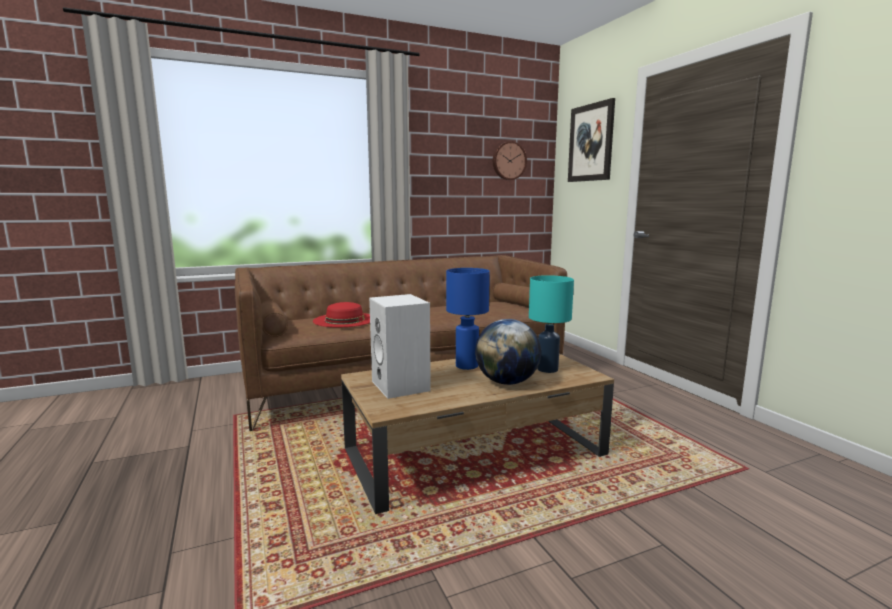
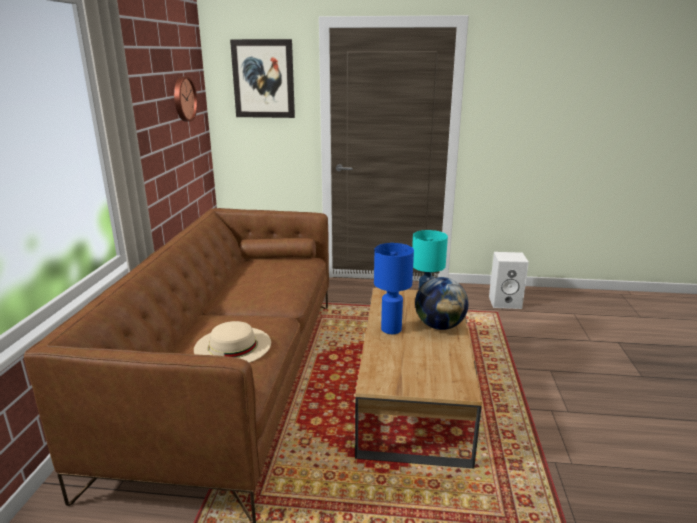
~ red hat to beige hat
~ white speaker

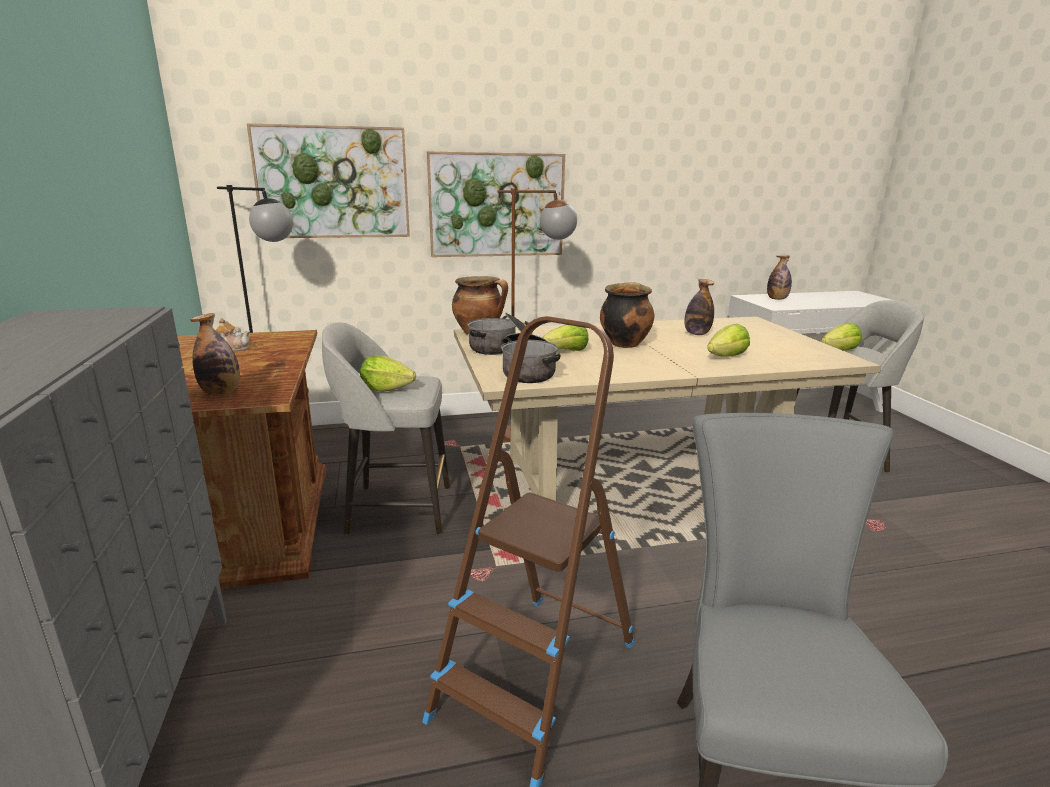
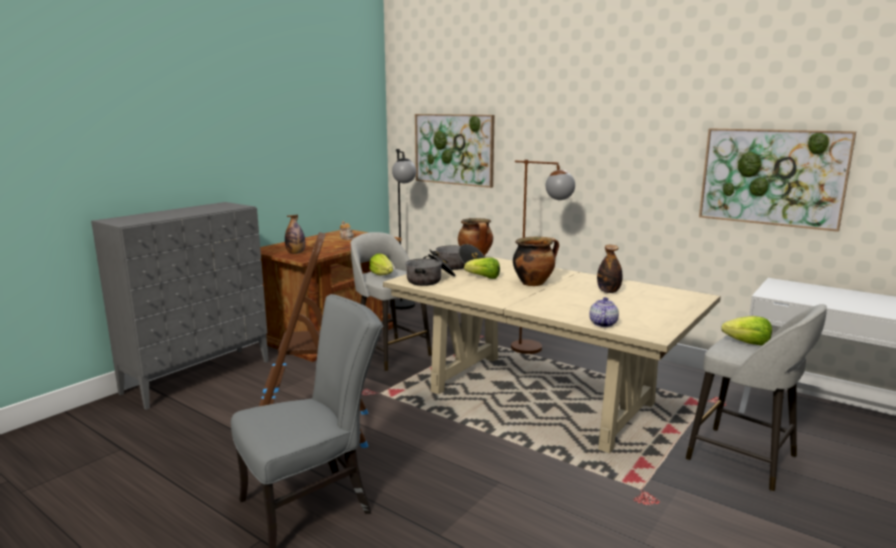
~ picture (no. 2 from left)
- lettuce (no. 3 from left)
- bottle (no. 3 from left)
+ teapot (no. 2 from left)

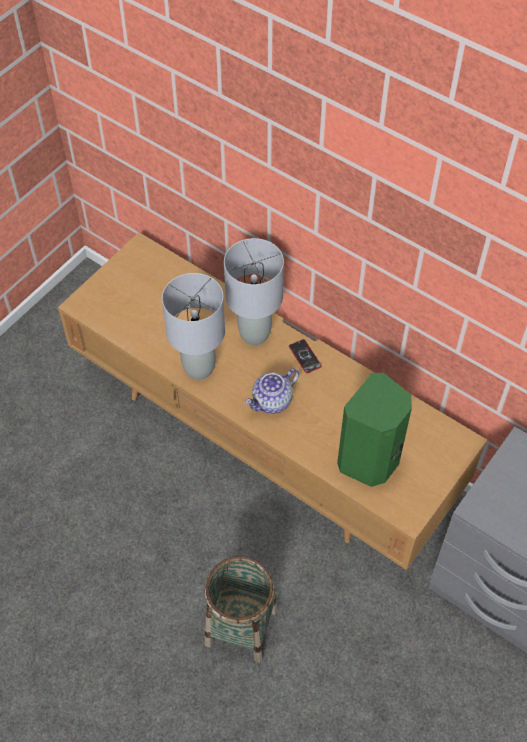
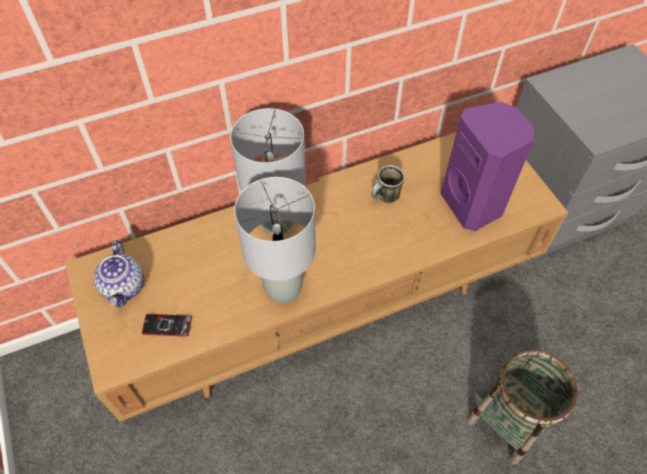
~ teapot
~ phone
~ green speaker to purple speaker
+ mug

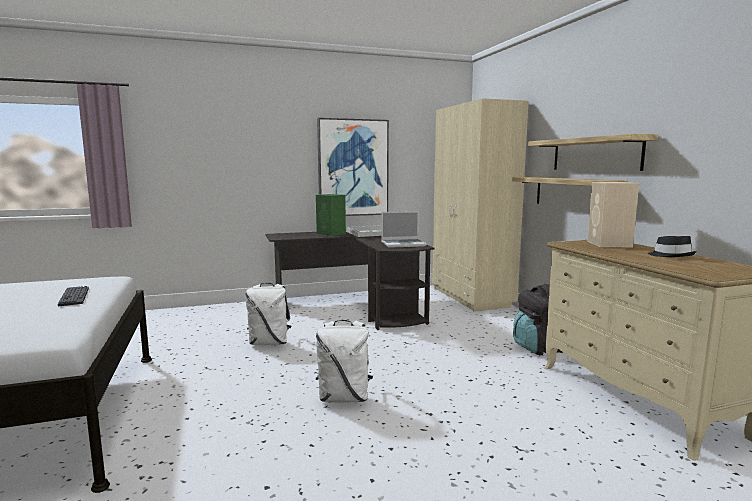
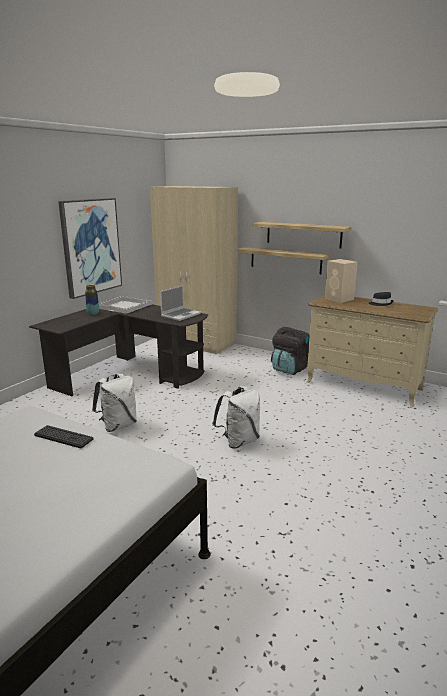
~ green speaker to vase

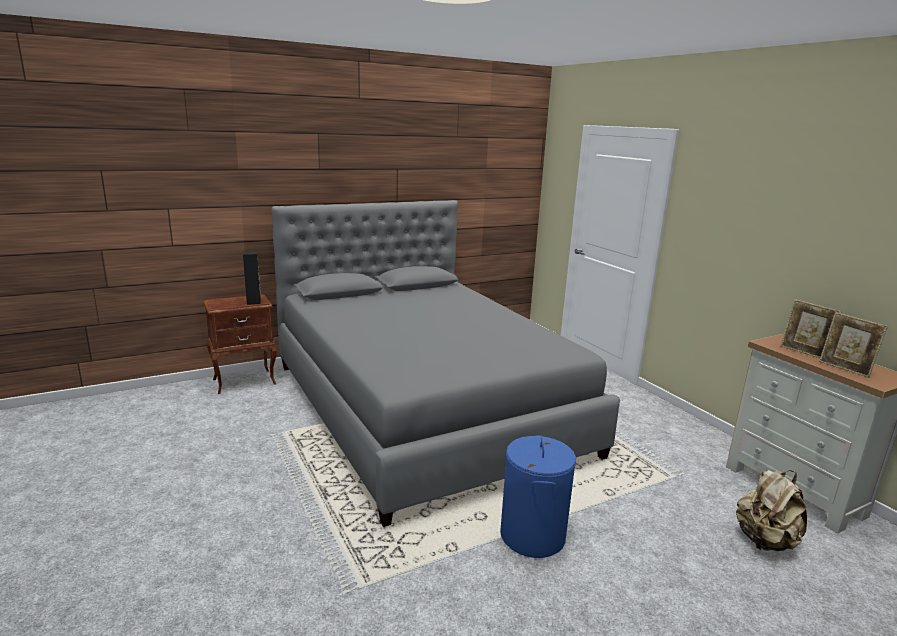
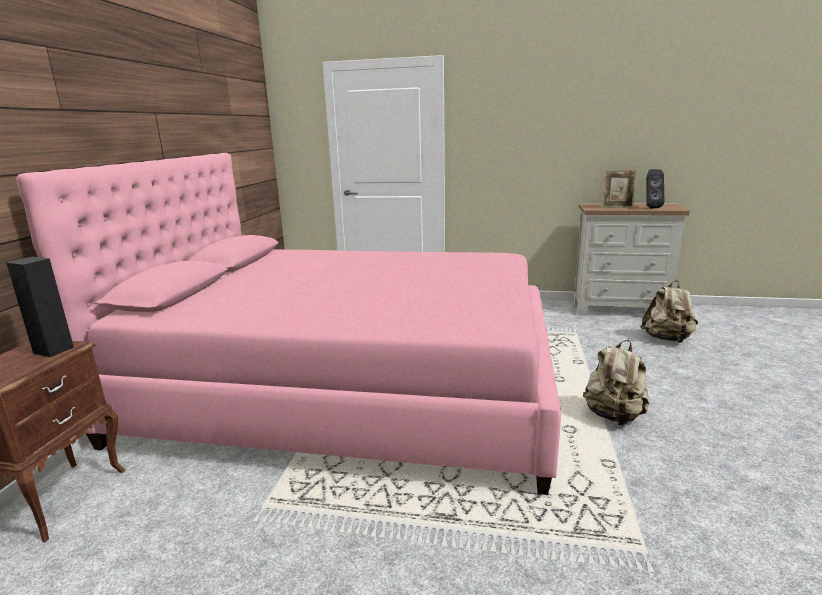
~ grey bed to pink bed
~ blue laundry basket to beige backpack (no. 1 from left)
~ picture frame (no. 2 from left) to black speaker (no. 2 from left)

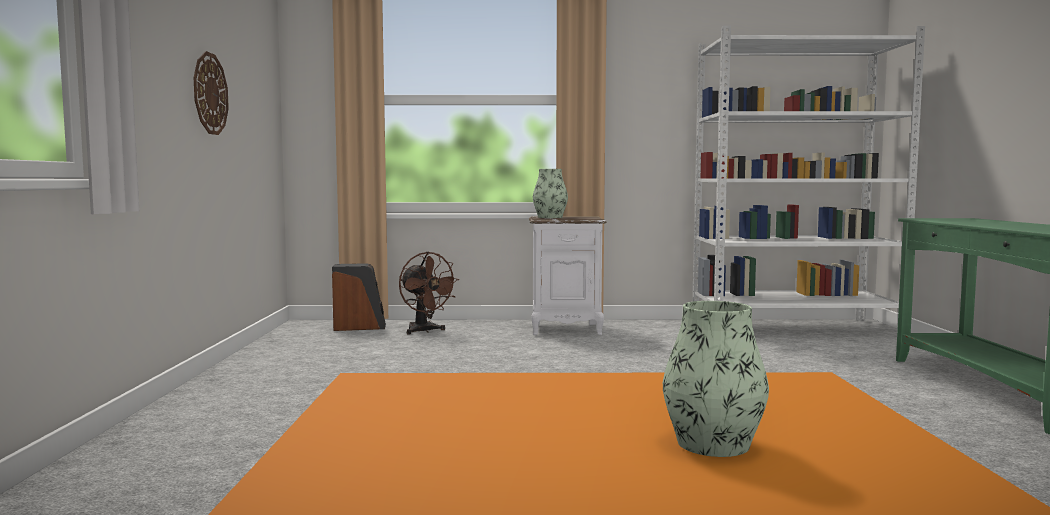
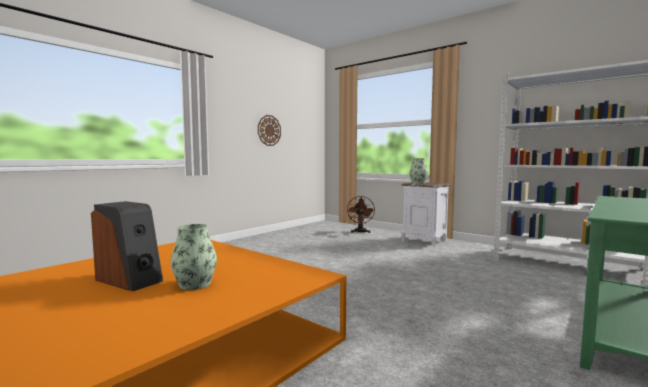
~ speaker

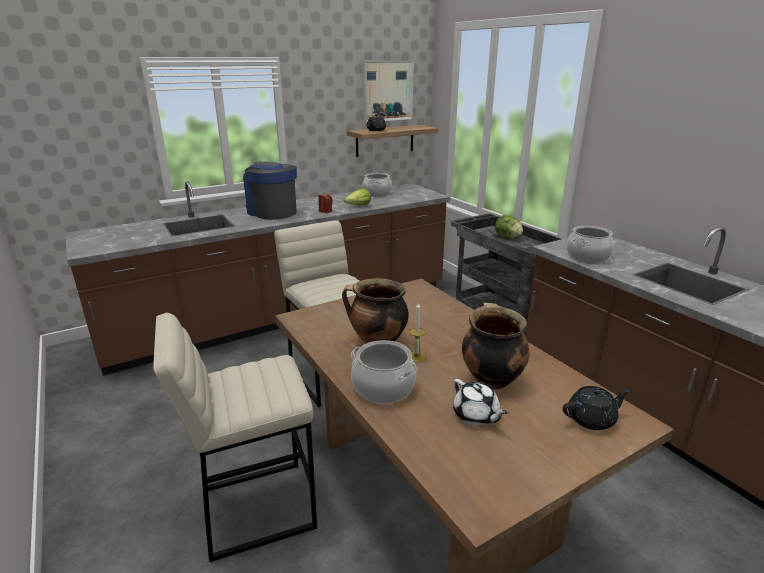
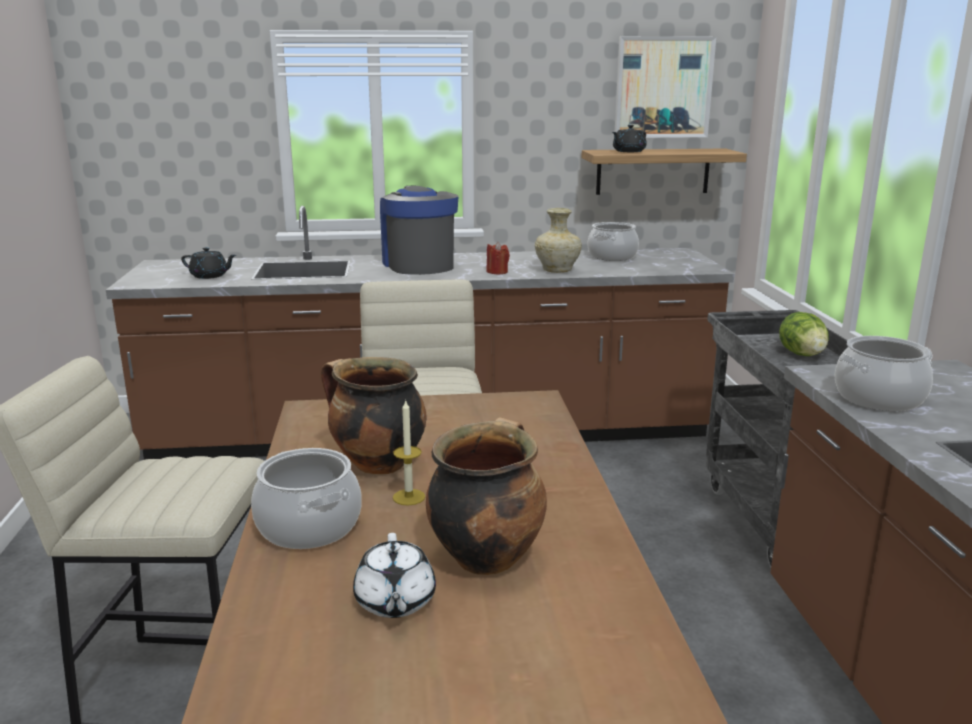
~ lettuce (no. 1 from left) to beige vase
~ black teapot (no. 2 from left in the first image) to black teapot (no. 1 from left)

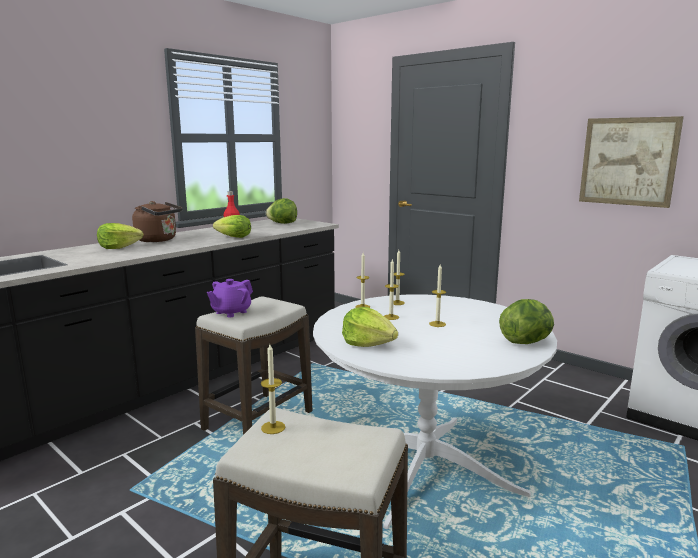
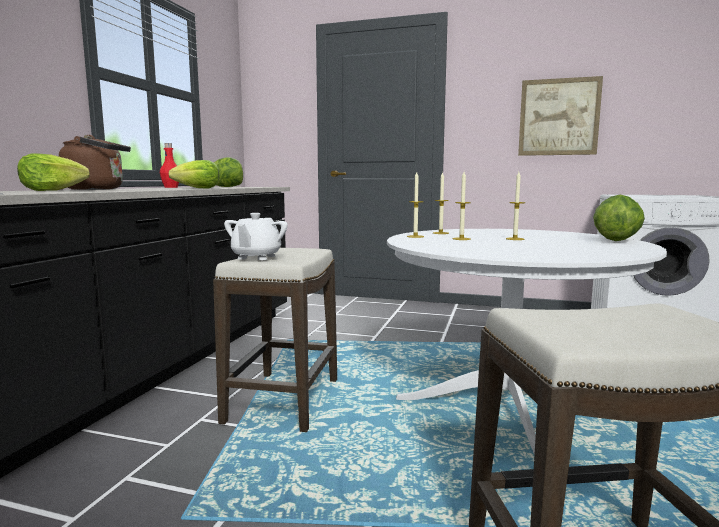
~ purple teapot to white teapot
- candle (no. 1 from left)
- lettuce (no. 4 from left)

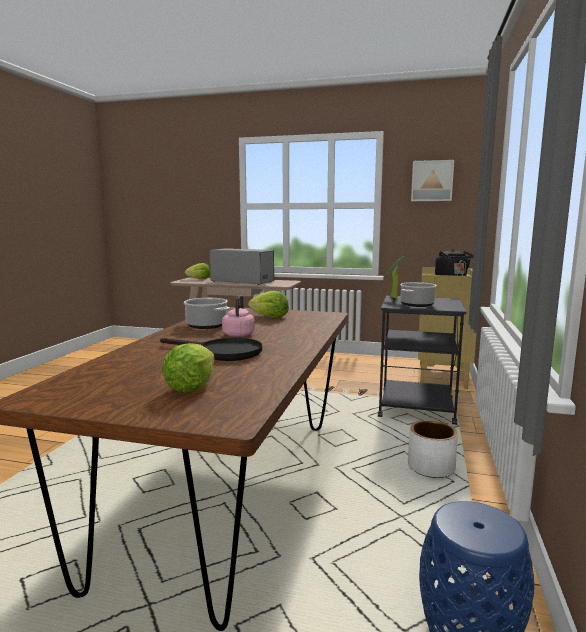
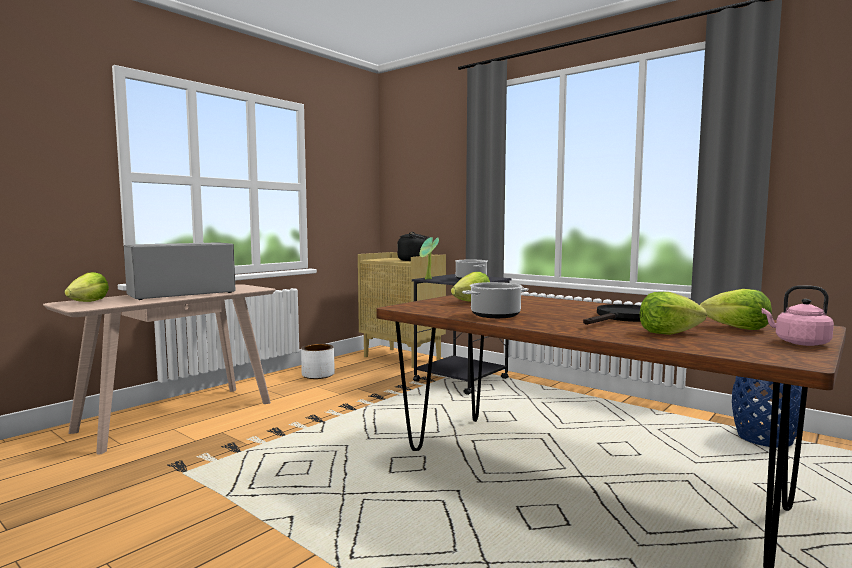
~ pink kettle
~ white planter
- picture
+ lettuce (no. 3 from left)

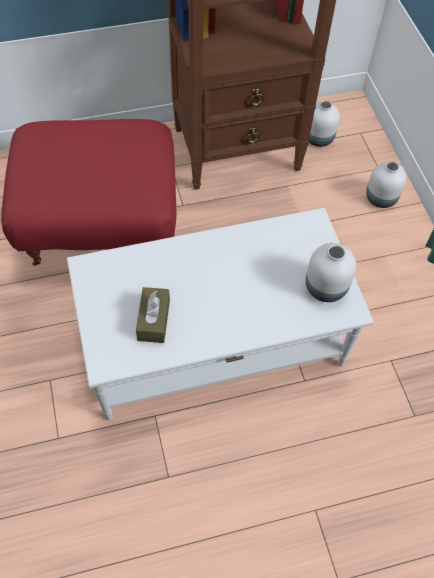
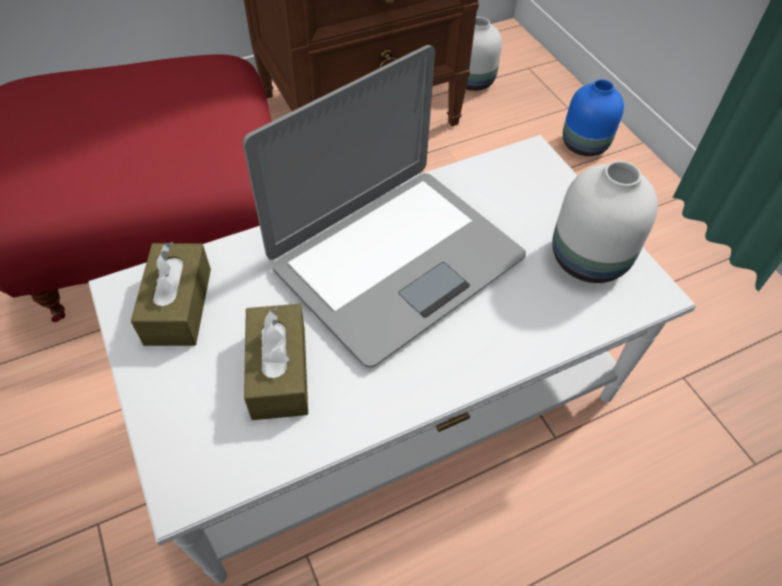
~ white vase (no. 3 from left) to blue vase
+ brown tissue box (no. 1 from left)
+ laptop

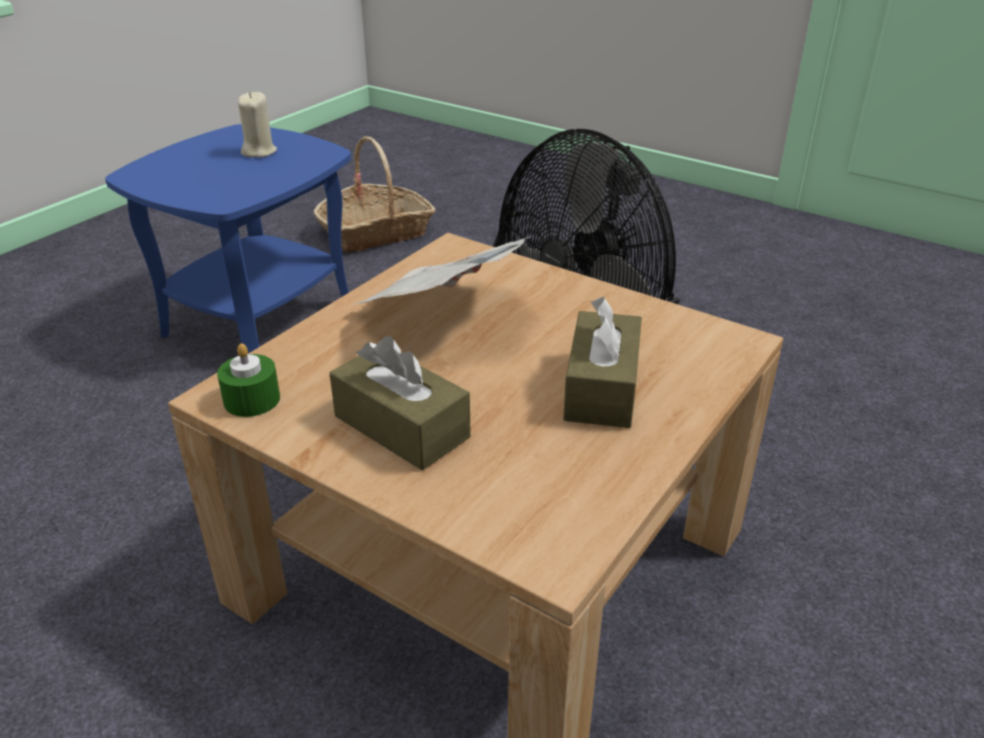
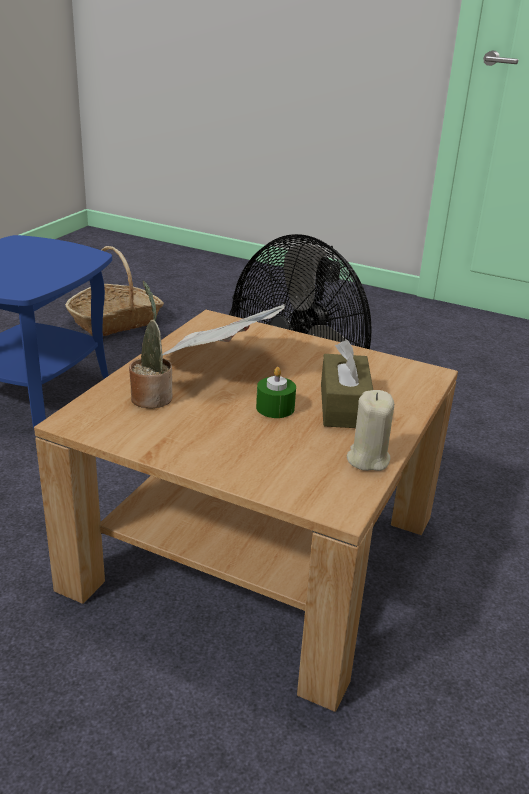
~ green candle
~ beige candle
- brown tissue box (no. 1 from left)
+ potted plant

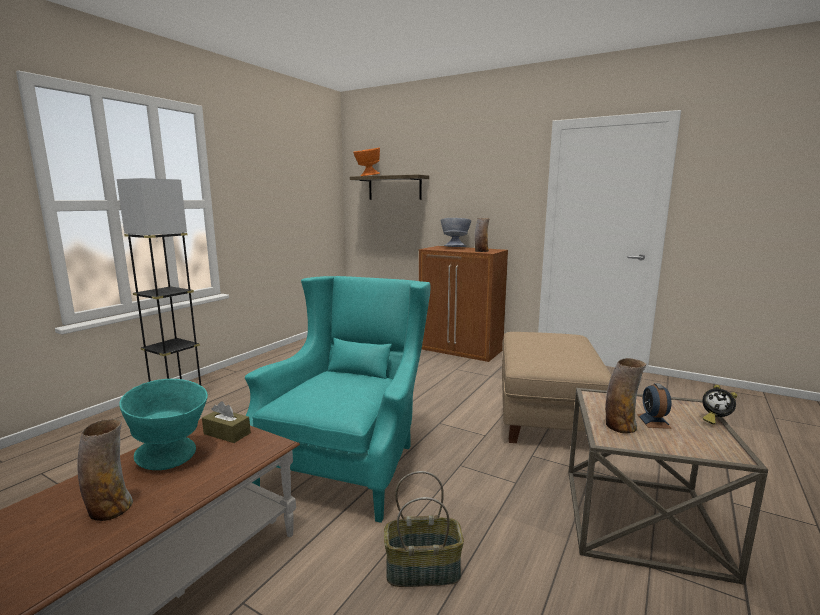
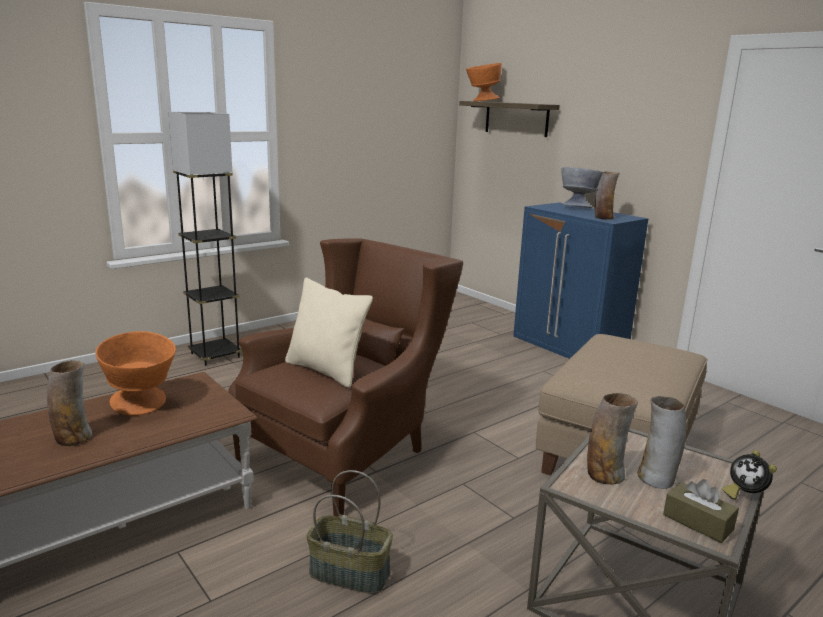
~ turquoise bowl to orange bowl (no. 1 from left)
~ brown tissue box
~ turquoise armchair to brown armchair
~ brown cabinet to blue cabinet
~ alarm clock (no. 1 from left) to vase (no. 4 from left)
+ beige pillow

